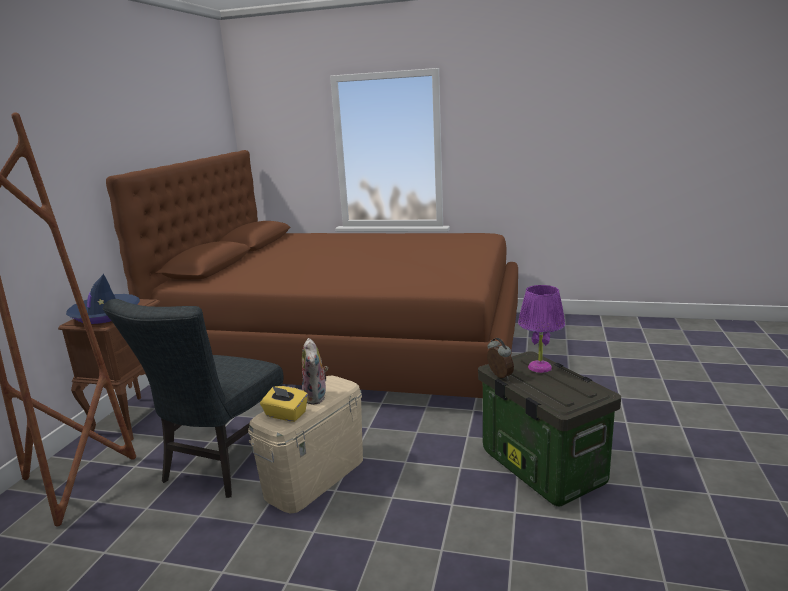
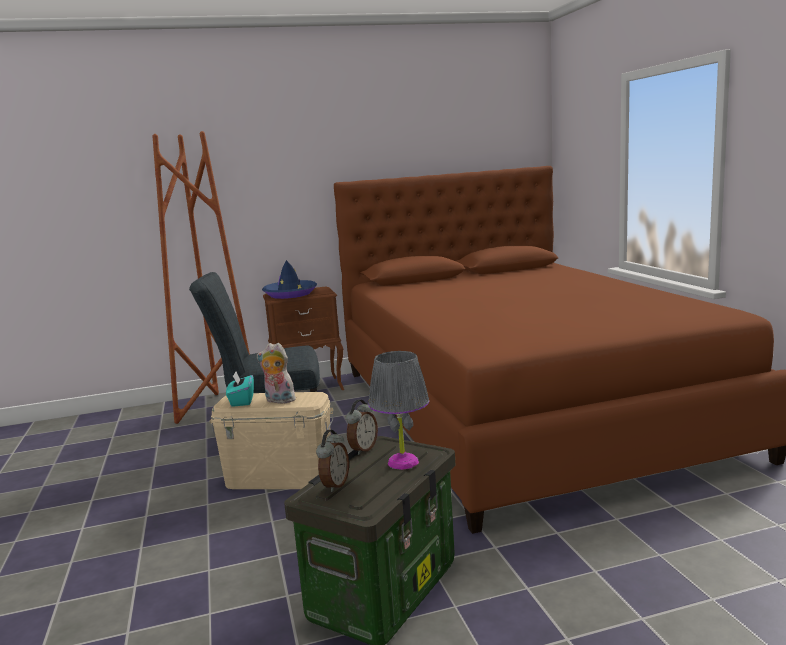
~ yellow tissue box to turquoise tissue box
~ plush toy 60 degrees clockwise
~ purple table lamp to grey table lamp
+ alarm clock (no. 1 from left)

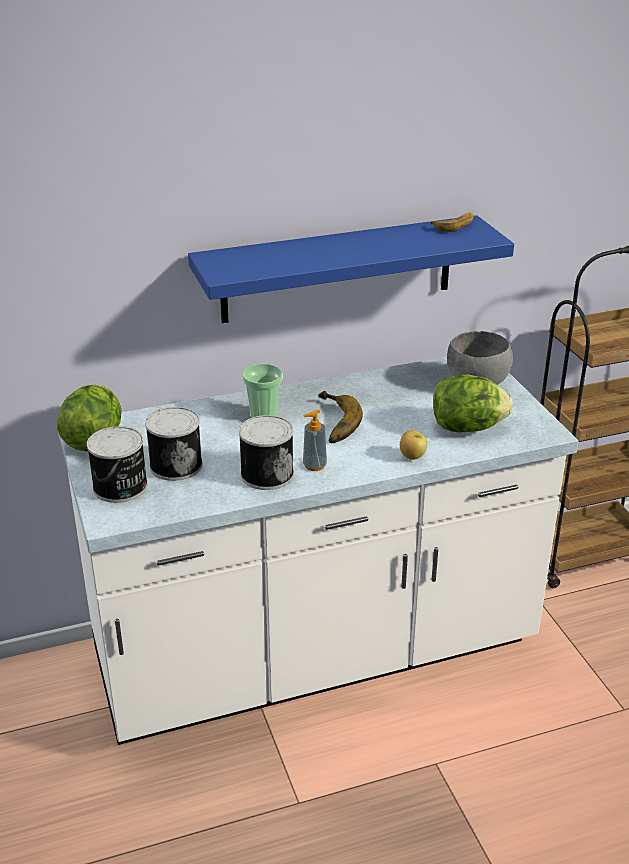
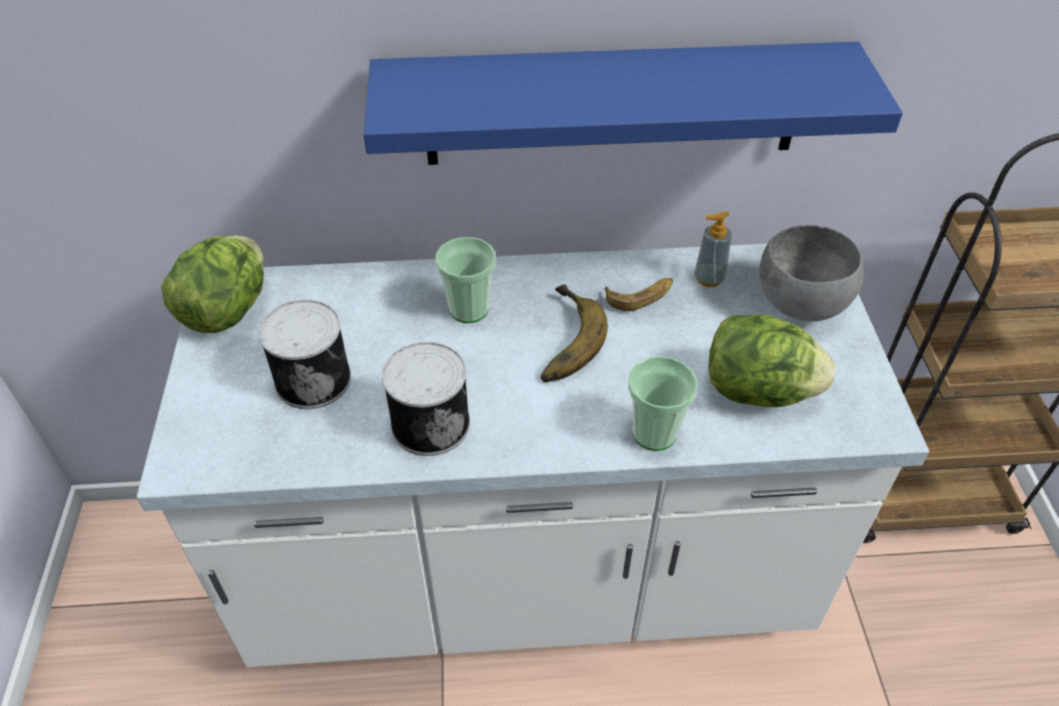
- can (no. 1 from left)
~ soap dispenser
~ apple to cup (no. 2 from left)
~ banana (no. 2 from left)

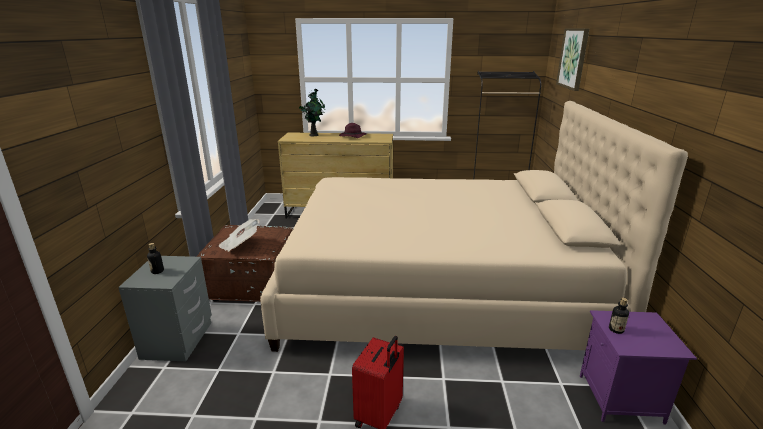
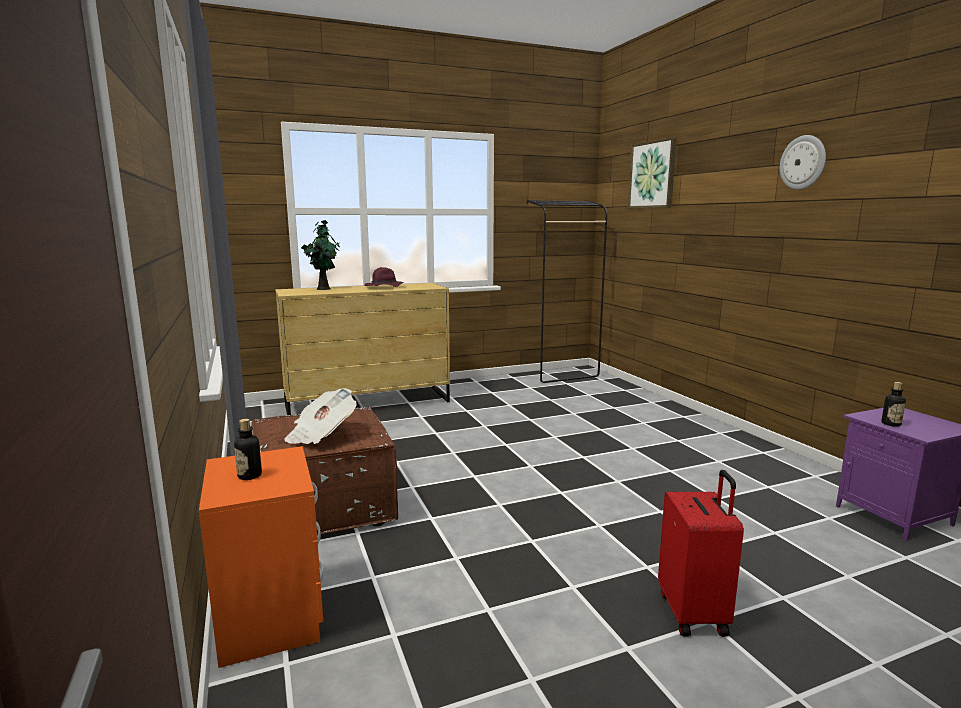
~ grey nightstand to orange nightstand
- beige bed
+ wall clock

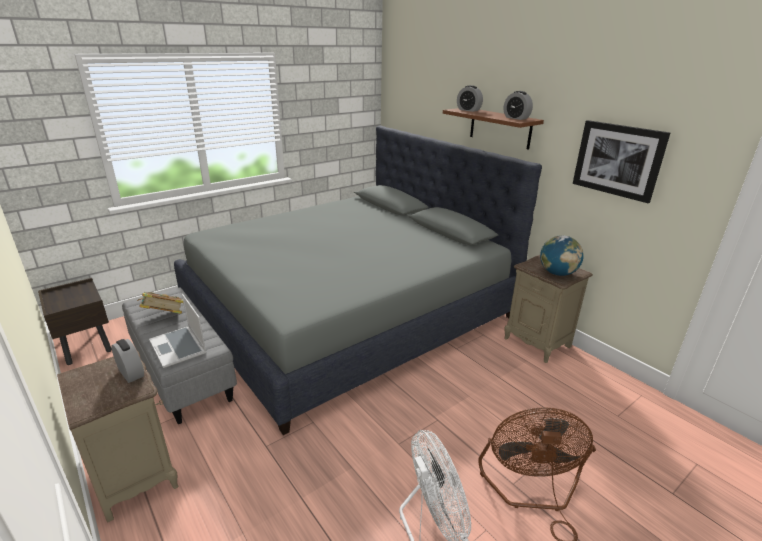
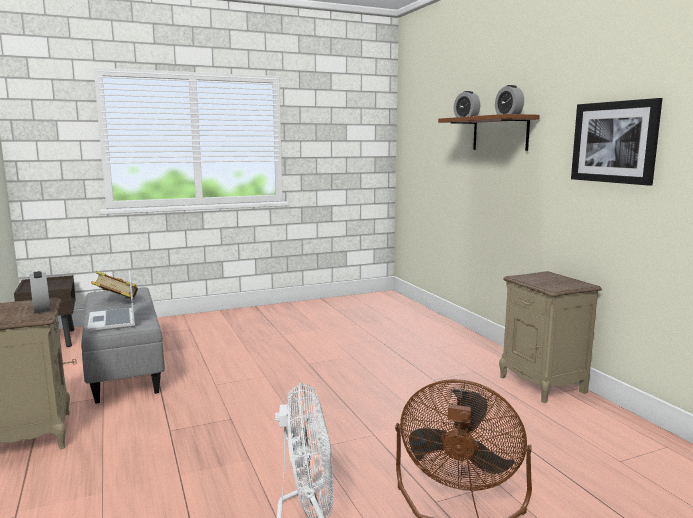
- grey bed
- globe

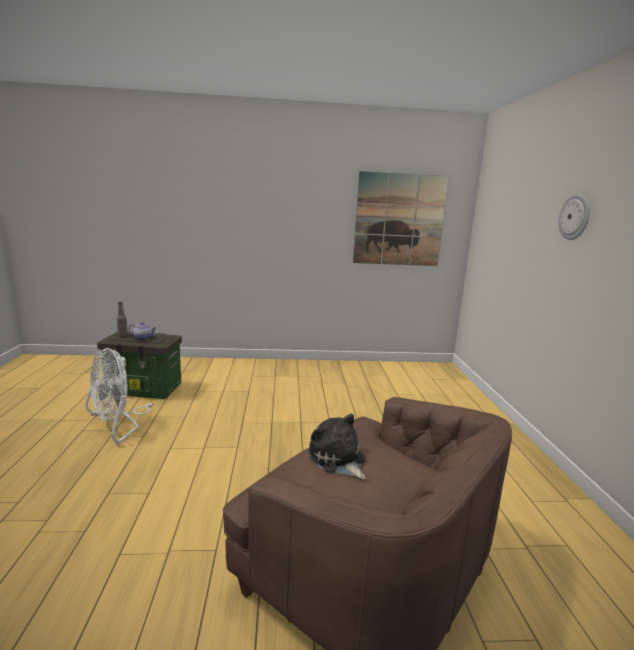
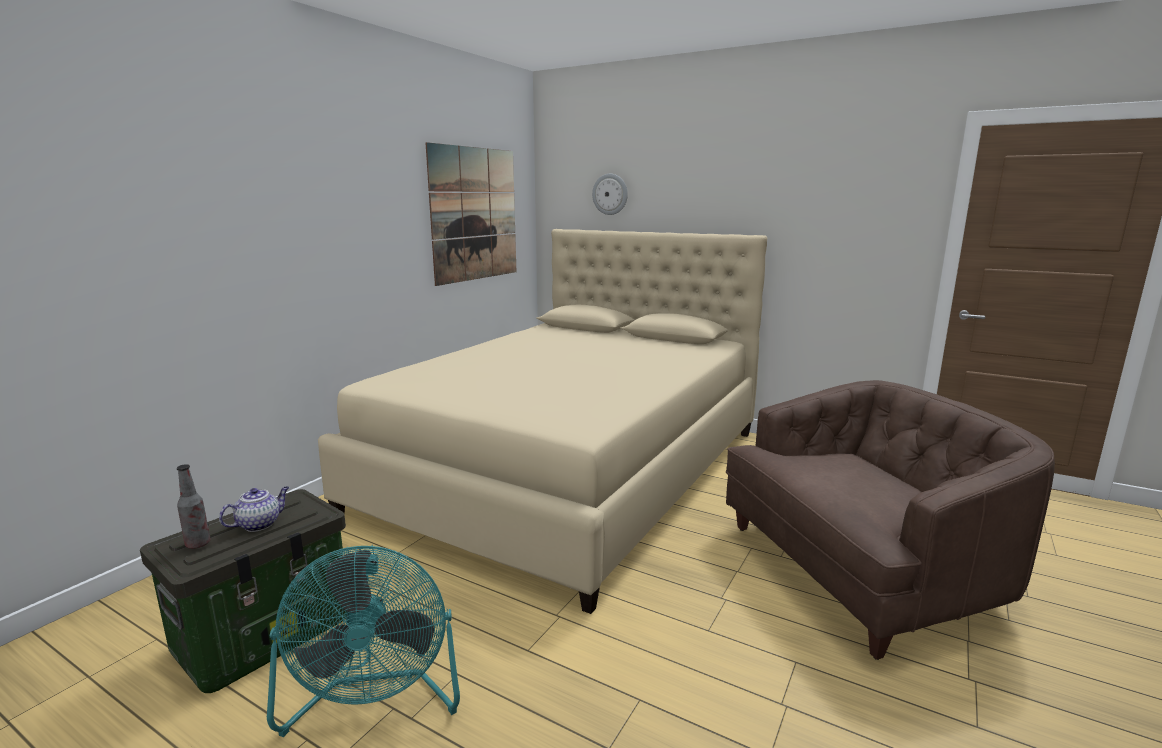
~ white fan to turquoise fan
- plush toy
~ wall clock
+ beige bed

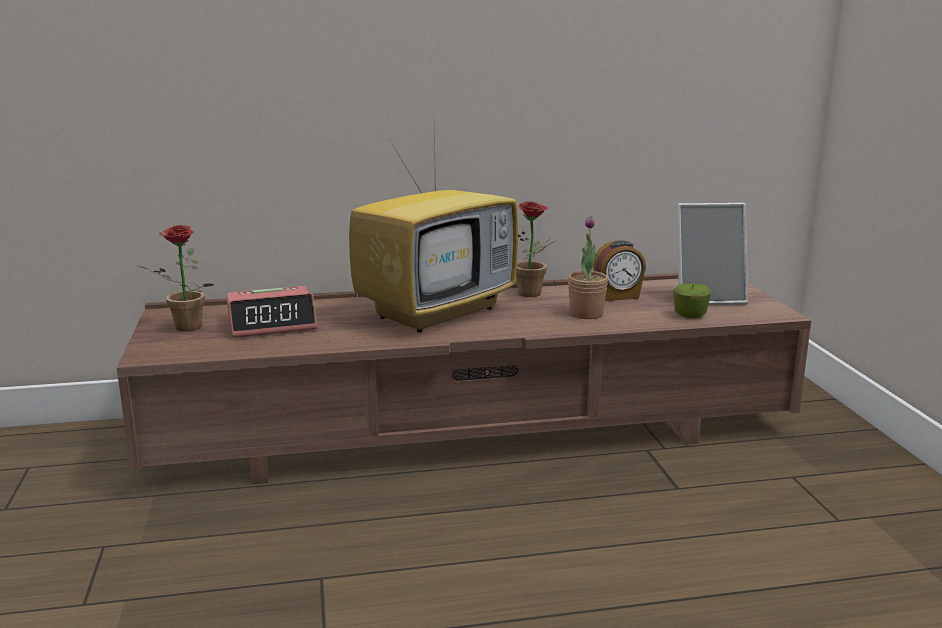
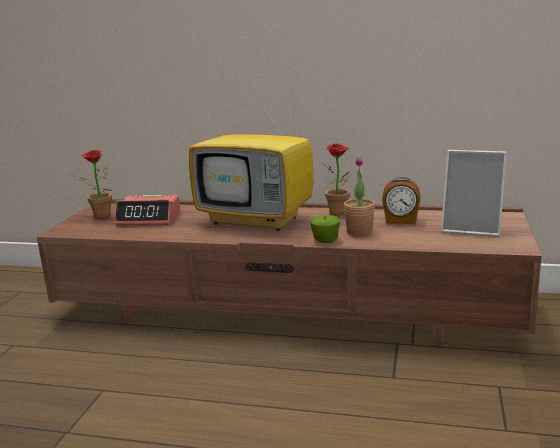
~ television 45 degrees clockwise
~ apple

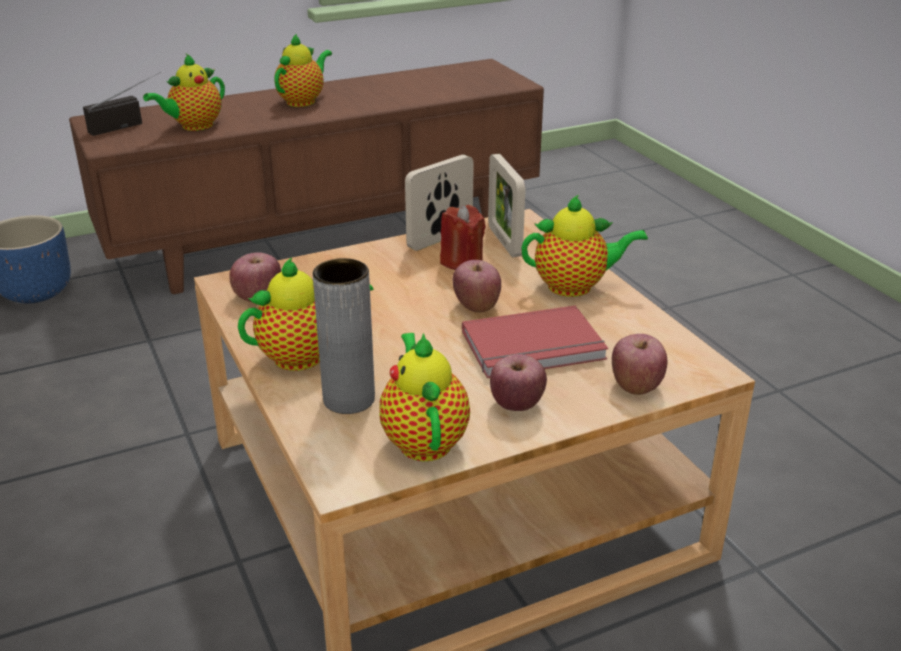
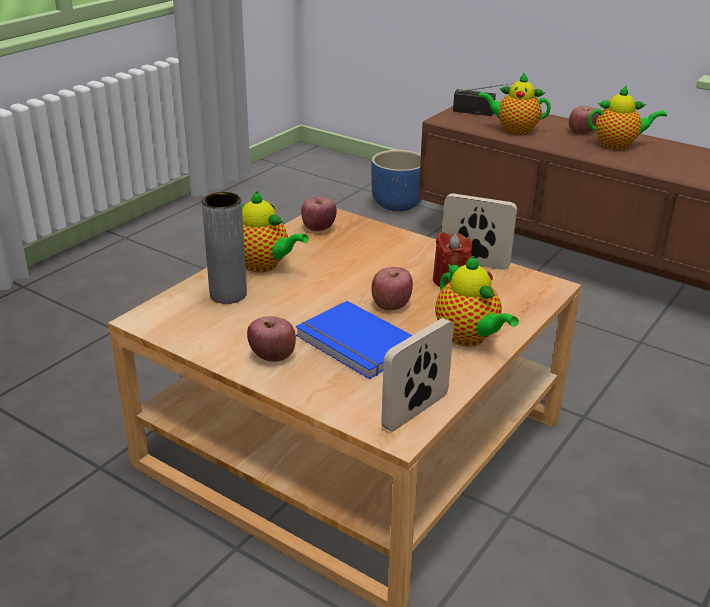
- teapot (no. 4 from left)
~ red book to blue book
~ picture frame (no. 2 from left in the first image) to picture frame (no. 1 from left)
~ apple (no. 4 from left)

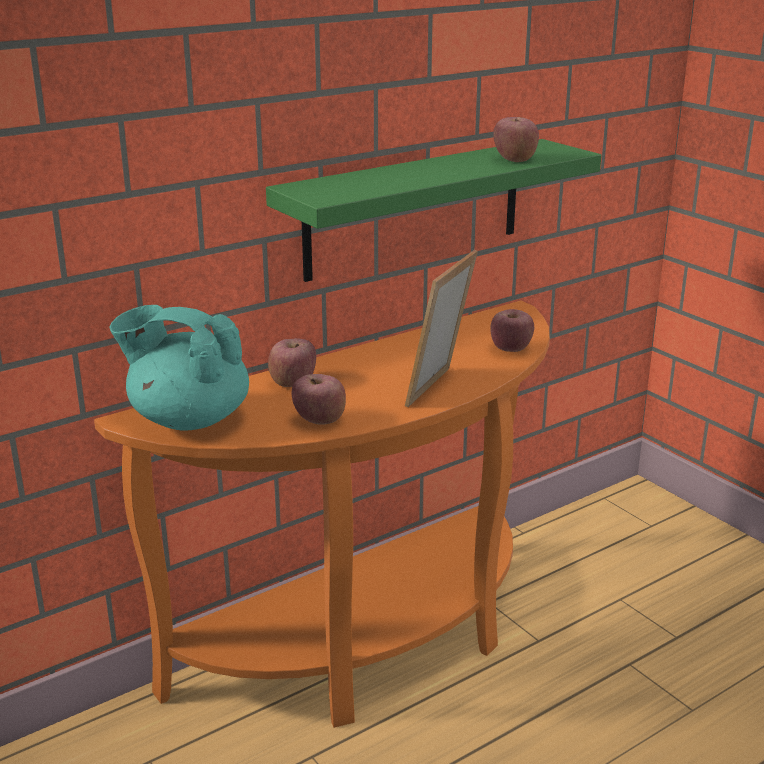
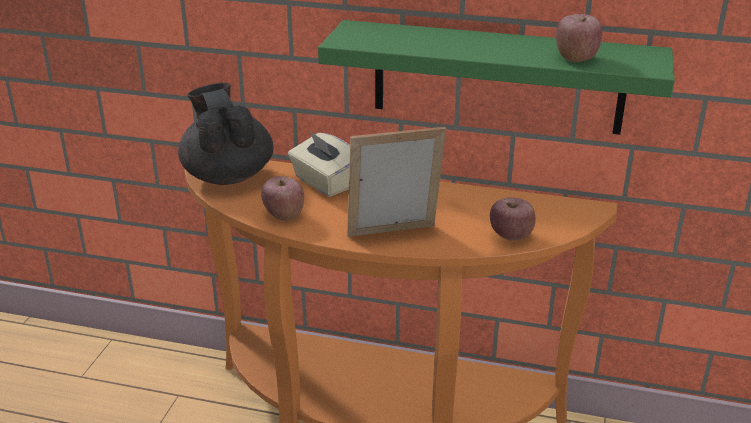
~ turquoise teapot to black teapot
~ apple (no. 1 from left) to beige tissue box

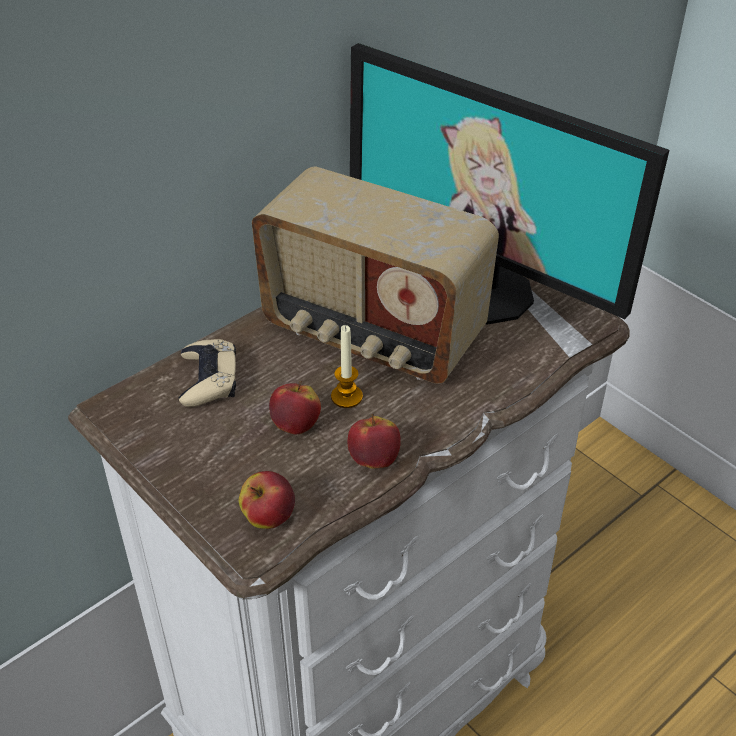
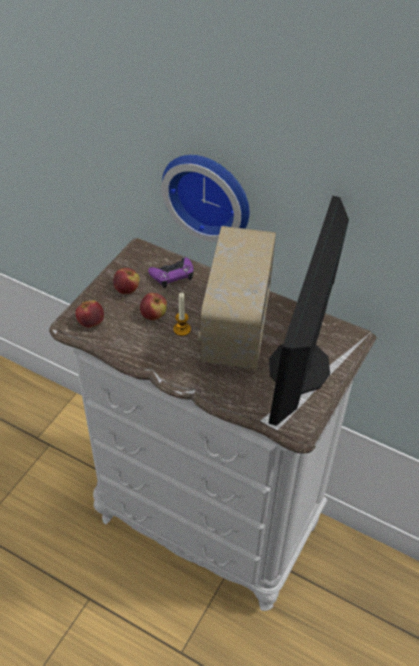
~ beige game controller to purple game controller
~ apple (no. 3 from left in the first image) to apple (no. 2 from left)
+ wall clock

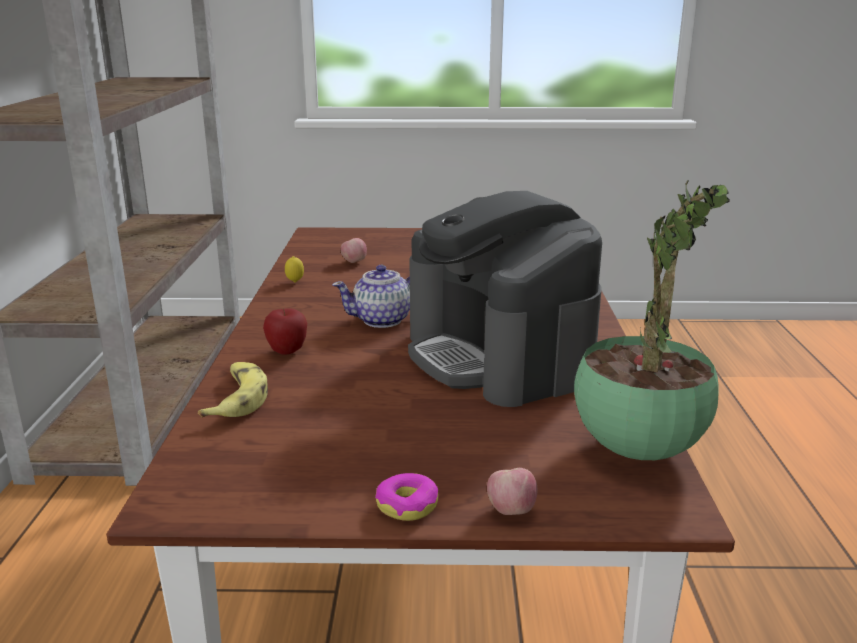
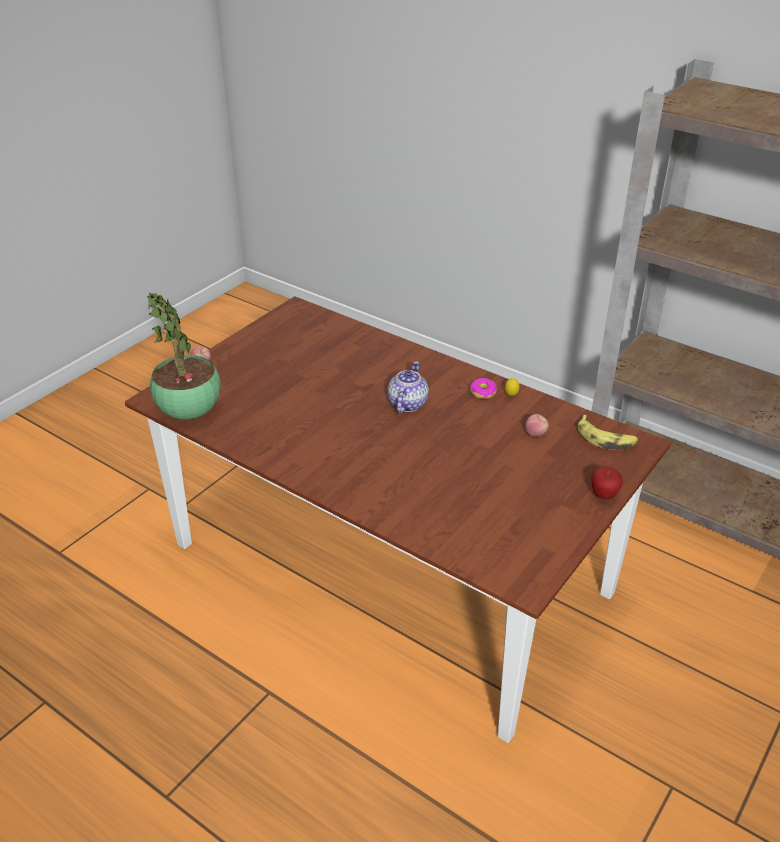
~ banana
~ apple (no. 1 from left in the first image) to apple (no. 3 from left)
~ donut
- coffee machine

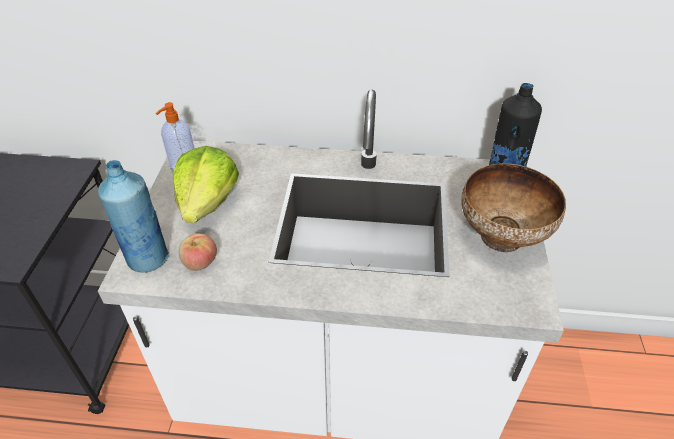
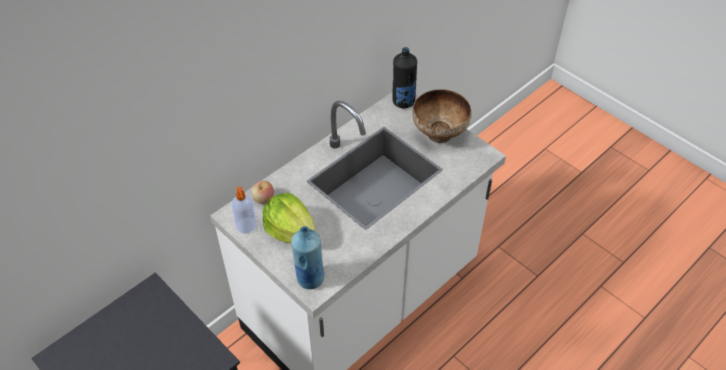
~ apple

